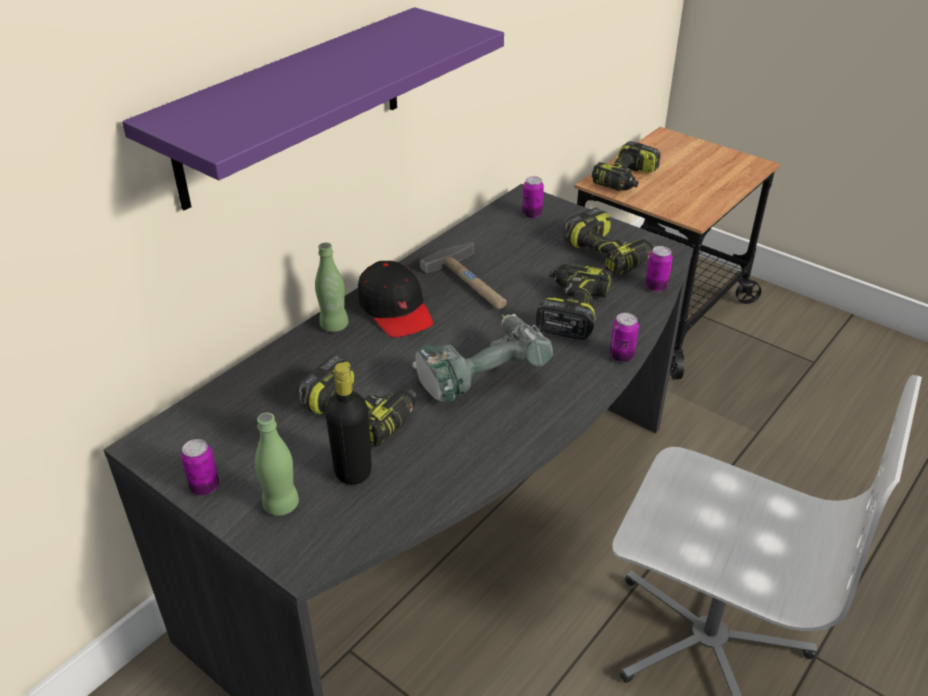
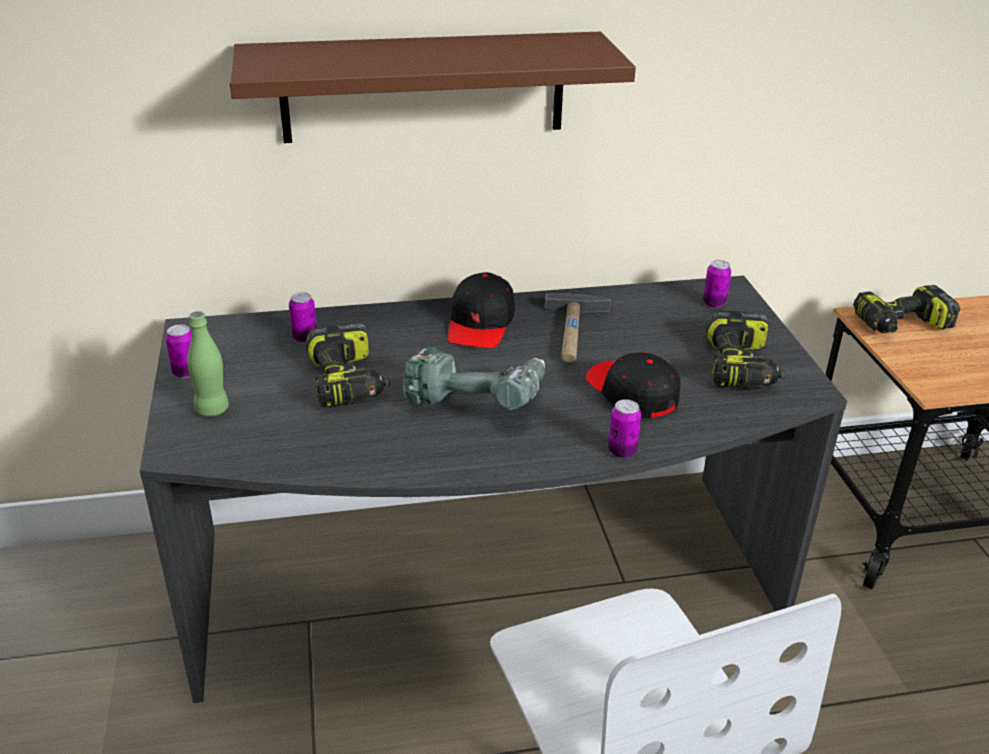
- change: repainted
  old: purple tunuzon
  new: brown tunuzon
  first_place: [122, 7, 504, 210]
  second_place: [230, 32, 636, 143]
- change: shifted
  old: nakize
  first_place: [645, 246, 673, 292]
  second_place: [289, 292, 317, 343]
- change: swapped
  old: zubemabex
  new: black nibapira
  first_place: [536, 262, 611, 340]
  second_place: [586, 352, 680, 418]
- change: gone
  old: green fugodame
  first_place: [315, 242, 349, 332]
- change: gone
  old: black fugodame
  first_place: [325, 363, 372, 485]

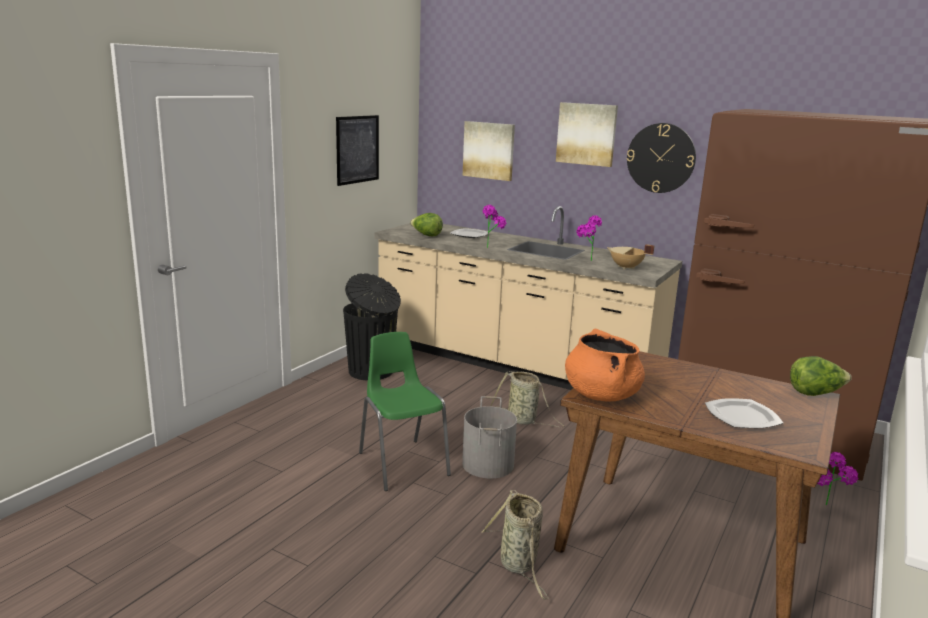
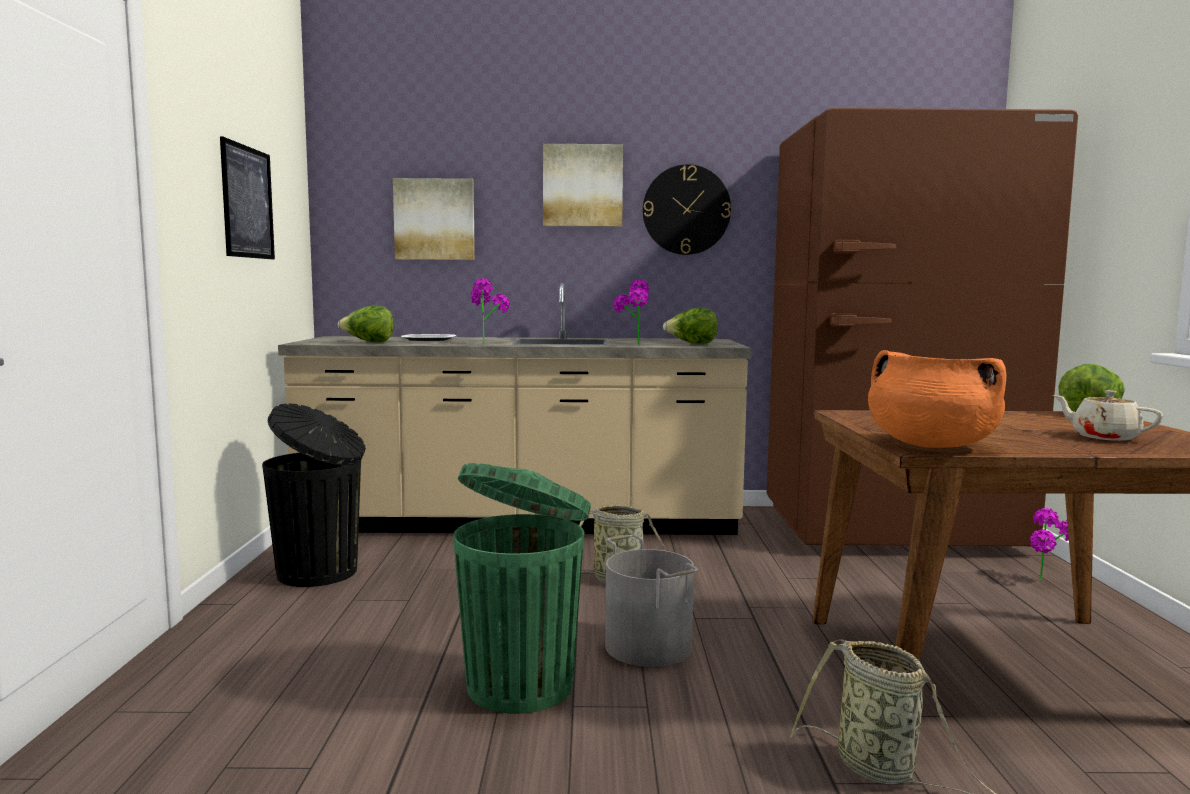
- change: swapped
  old: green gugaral
  new: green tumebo
  first_place: [359, 332, 451, 491]
  second_place: [453, 463, 591, 714]
- change: swapped
  old: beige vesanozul
  new: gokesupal
  first_place: [607, 244, 654, 270]
  second_place: [663, 308, 718, 345]
- change: swapped
  old: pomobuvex
  new: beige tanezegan
  first_place: [705, 398, 783, 428]
  second_place: [1053, 390, 1163, 441]

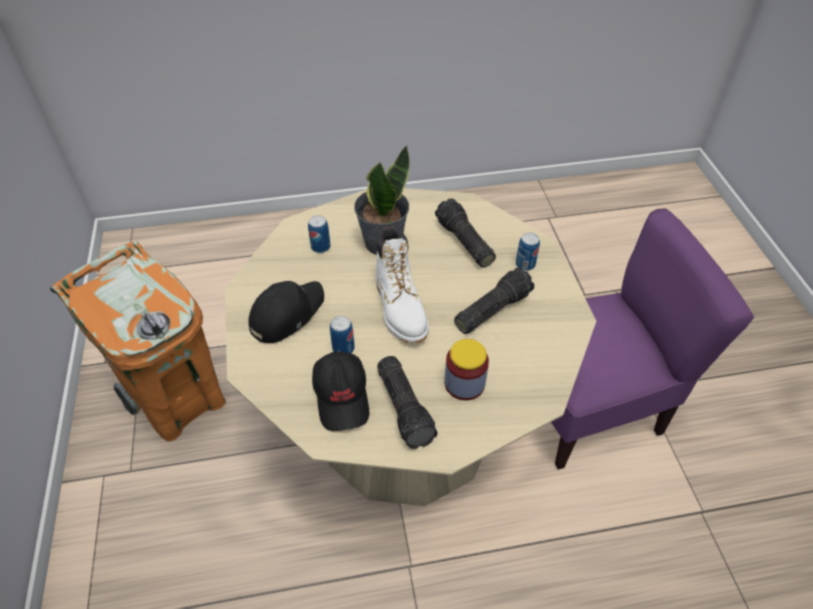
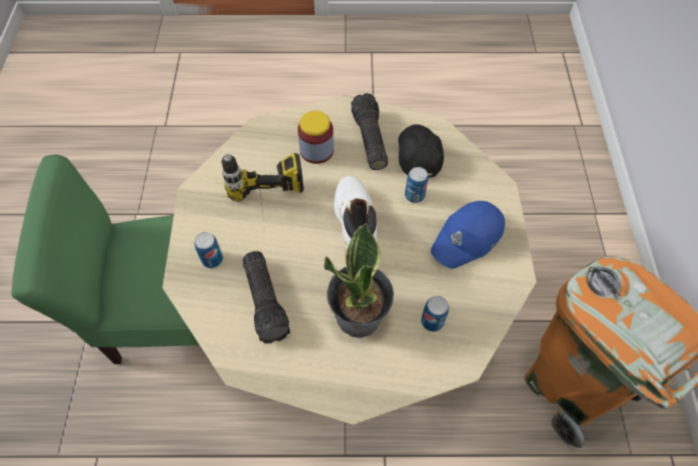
- change: repainted
  old: purple gugaral
  new: green gugaral
  first_place: [551, 209, 754, 469]
  second_place: [11, 155, 199, 364]
- change: swapped
  old: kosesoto
  new: zubemabex
  first_place: [454, 268, 534, 334]
  second_place: [221, 153, 304, 237]
- change: repainted
  old: black nibapira
  new: blue nibapira
  first_place: [248, 281, 324, 343]
  second_place: [431, 201, 505, 269]

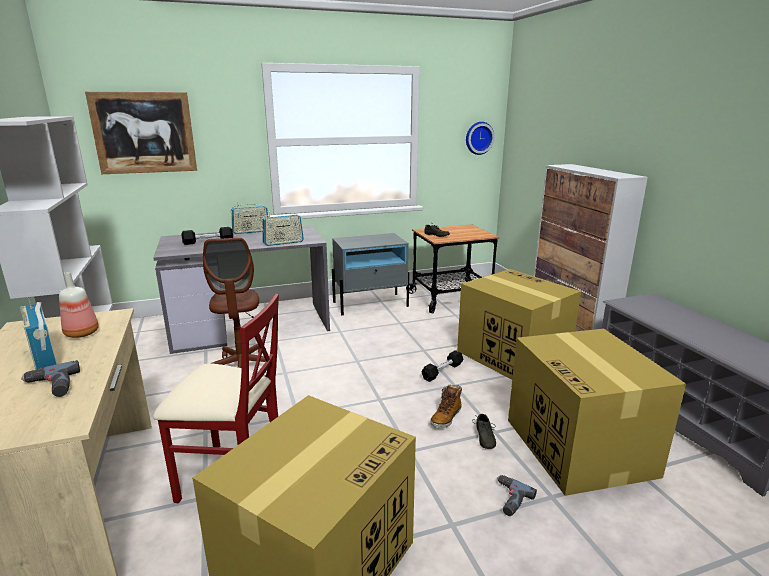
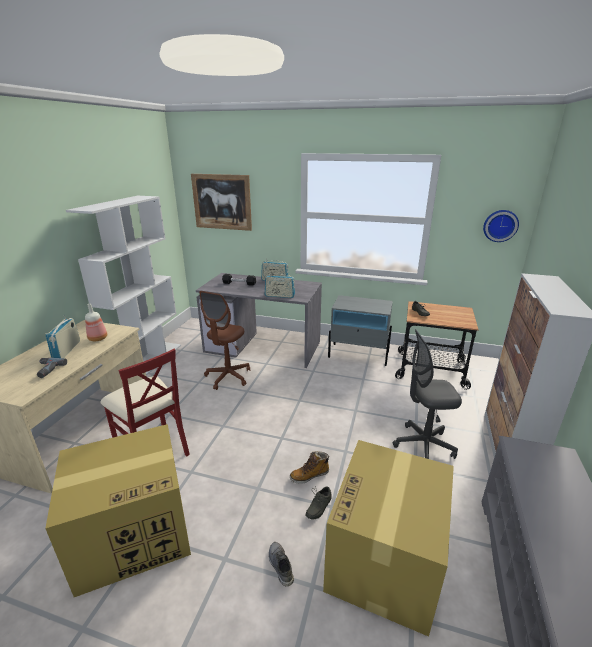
- change: swapped
  old: zubemabex
  new: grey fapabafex
  first_place: [497, 475, 537, 516]
  second_place: [269, 542, 294, 586]
- change: swapped
  old: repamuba
  new: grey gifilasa
  first_place: [457, 269, 581, 380]
  second_place: [393, 329, 462, 459]
- change: gone
  old: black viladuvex
  first_place: [421, 350, 463, 382]

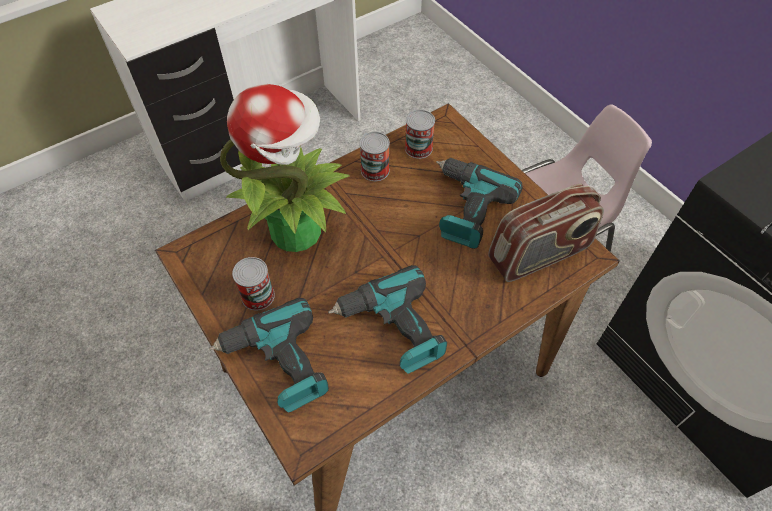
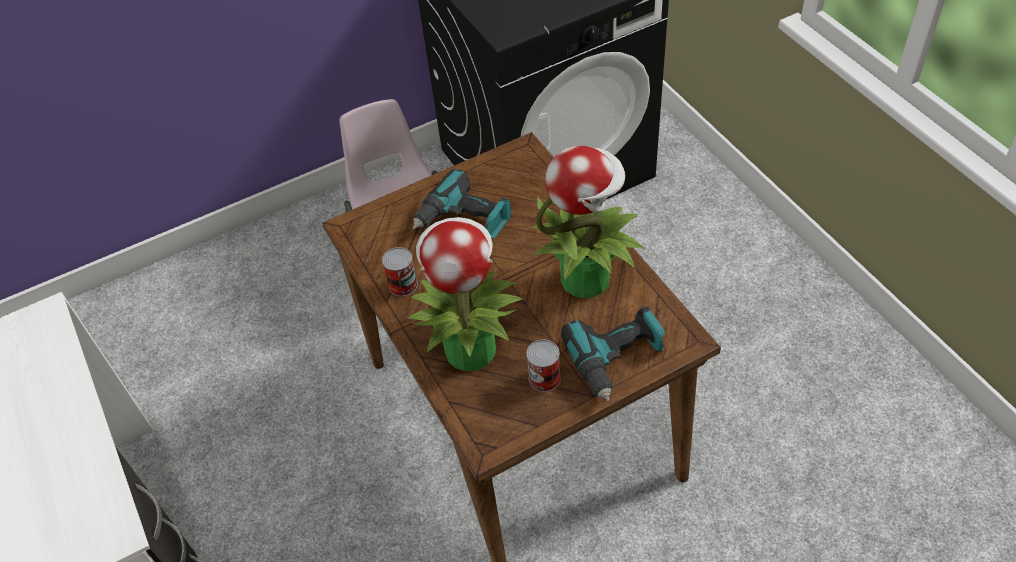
- change: swapped
  old: zubemabex
  new: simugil
  first_place: [328, 265, 447, 374]
  second_place: [532, 146, 644, 298]
- change: gone
  old: nakize
  first_place: [405, 110, 435, 159]
- change: gone
  old: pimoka
  first_place: [488, 184, 604, 282]

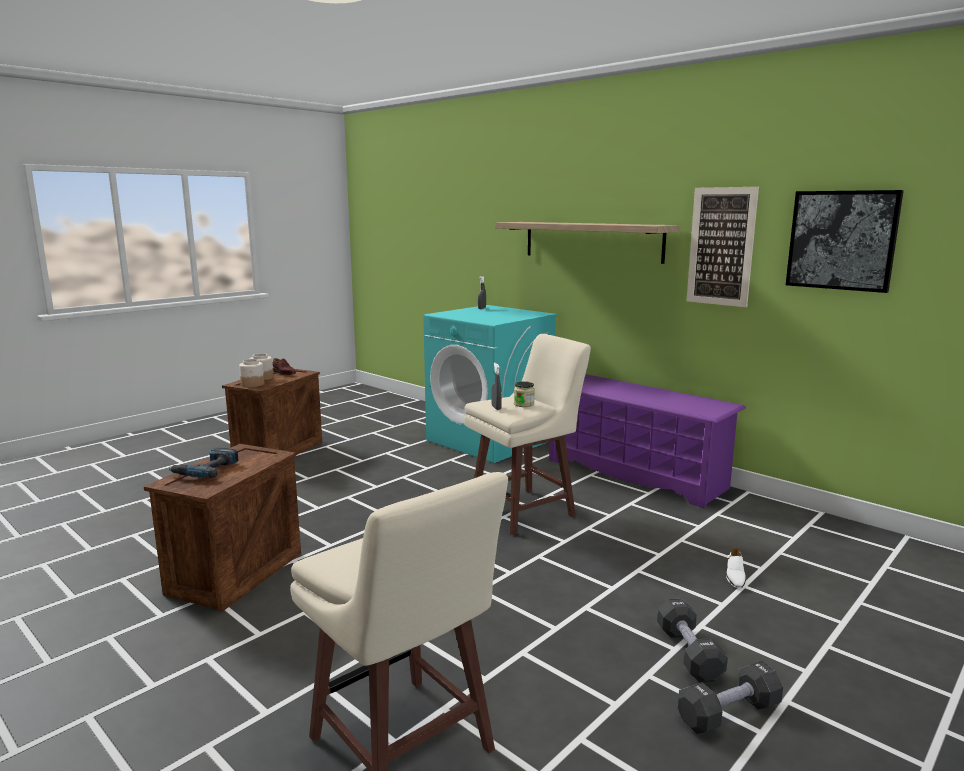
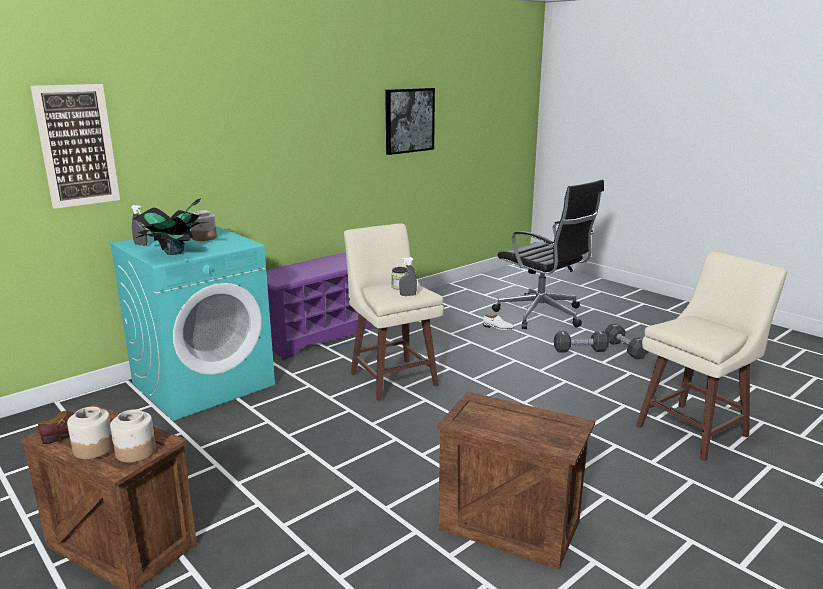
- change: shifted
  old: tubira
  first_place: [687, 187, 759, 307]
  second_place: [30, 84, 120, 209]
- change: new
  new: simugil
  second_place: [133, 198, 208, 255]
- change: new
  new: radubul
  second_place: [191, 210, 217, 241]
- change: new
  new: black gifilasa
  second_place: [492, 179, 604, 329]
- change: gone
  old: zubemabex
  first_place: [168, 447, 239, 478]
- change: gone
  old: tunuzon
  first_place: [495, 222, 680, 264]

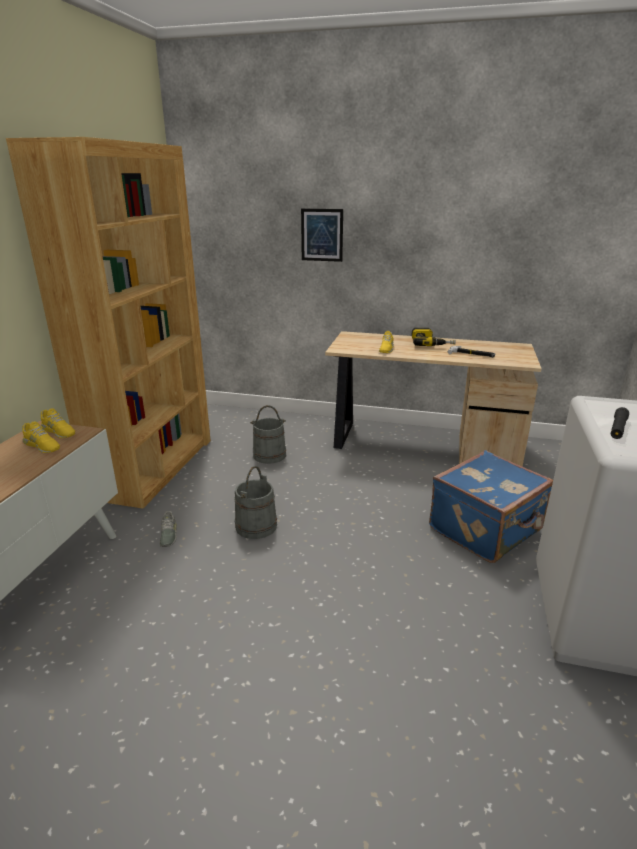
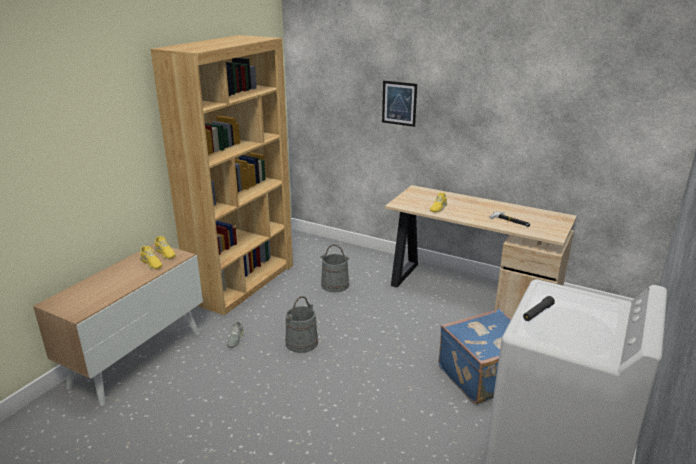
- change: gone
  old: zubemabex
  first_place: [411, 328, 456, 346]

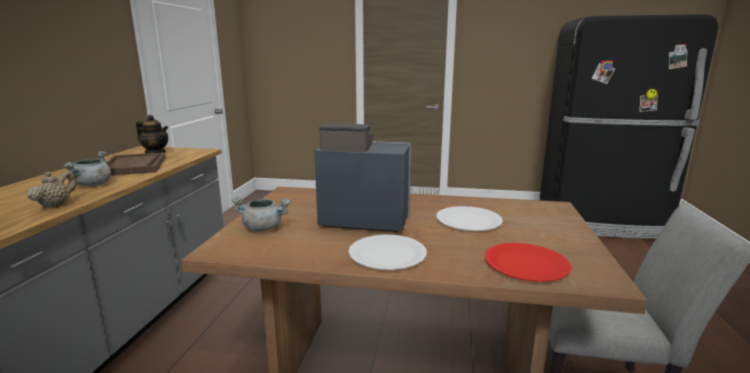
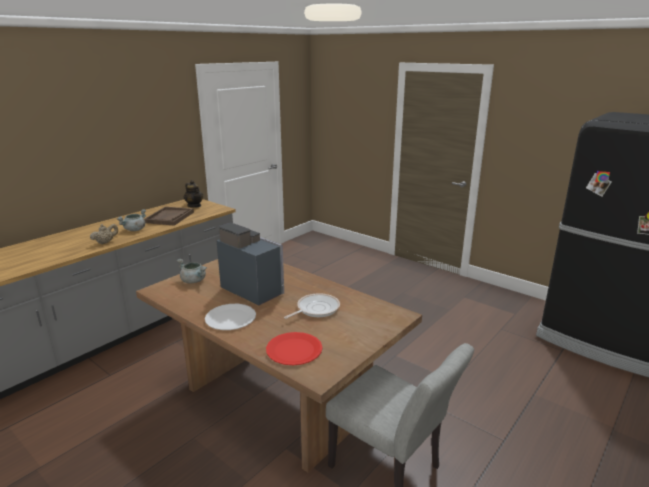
- change: swapped
  old: white pomobuvex
  new: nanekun
  first_place: [437, 206, 503, 231]
  second_place: [284, 293, 340, 319]

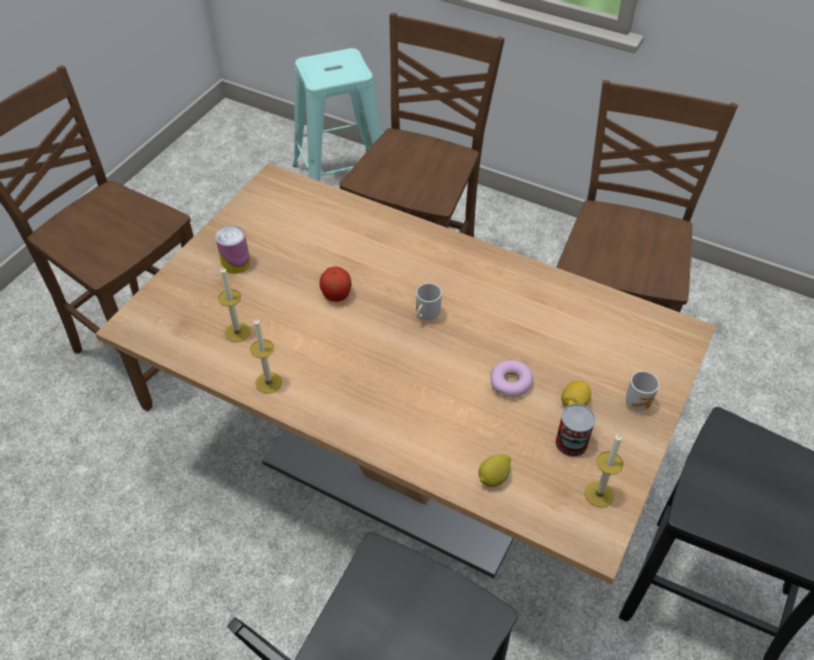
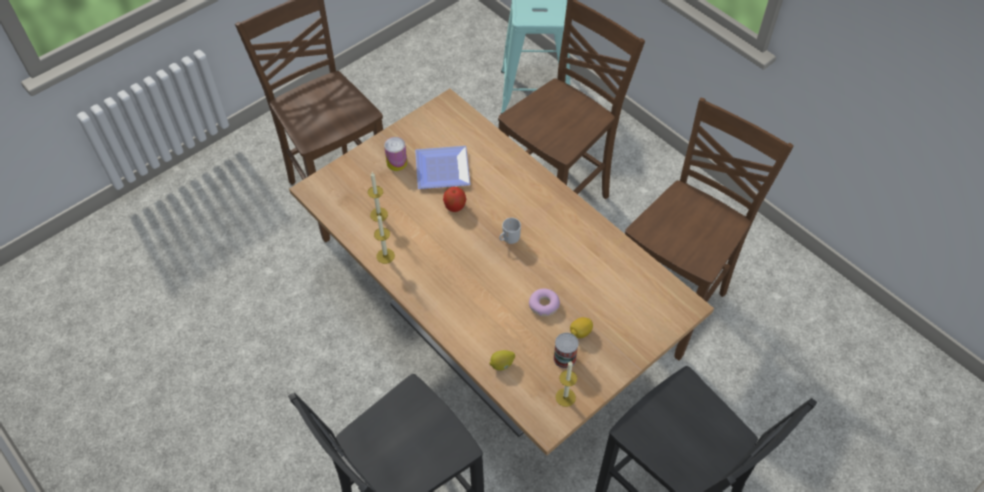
- change: new
  new: pomobuvex
  second_place: [415, 146, 470, 189]
- change: gone
  old: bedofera
  first_place: [626, 371, 659, 411]

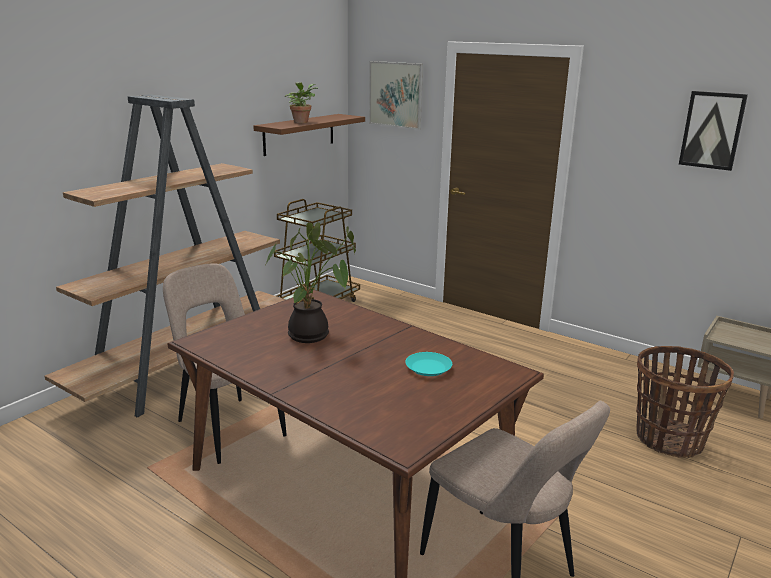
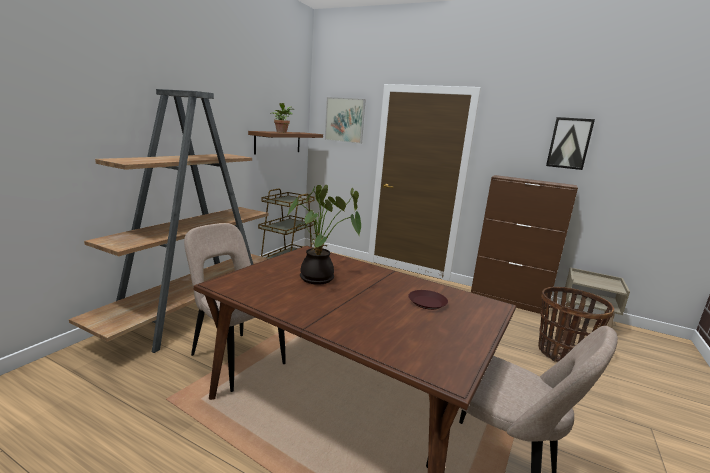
- change: repainted
  old: turquoise pomobuvex
  new: brown pomobuvex
  first_place: [405, 352, 452, 376]
  second_place: [408, 290, 448, 310]
- change: new
  new: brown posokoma
  second_place: [471, 175, 578, 315]

